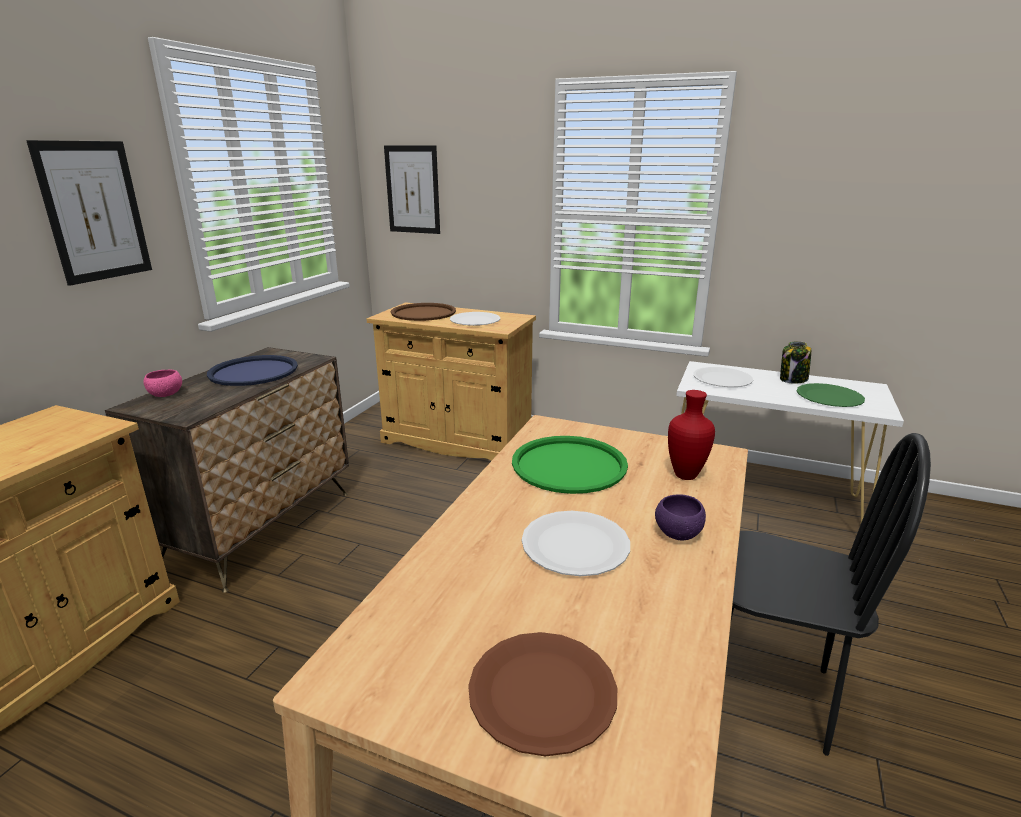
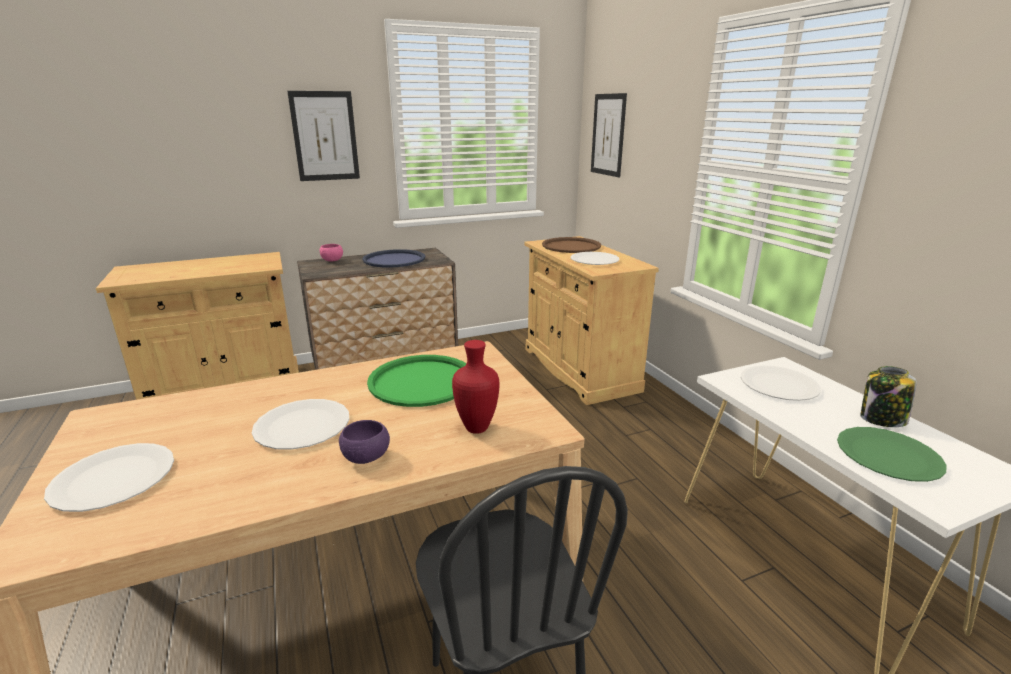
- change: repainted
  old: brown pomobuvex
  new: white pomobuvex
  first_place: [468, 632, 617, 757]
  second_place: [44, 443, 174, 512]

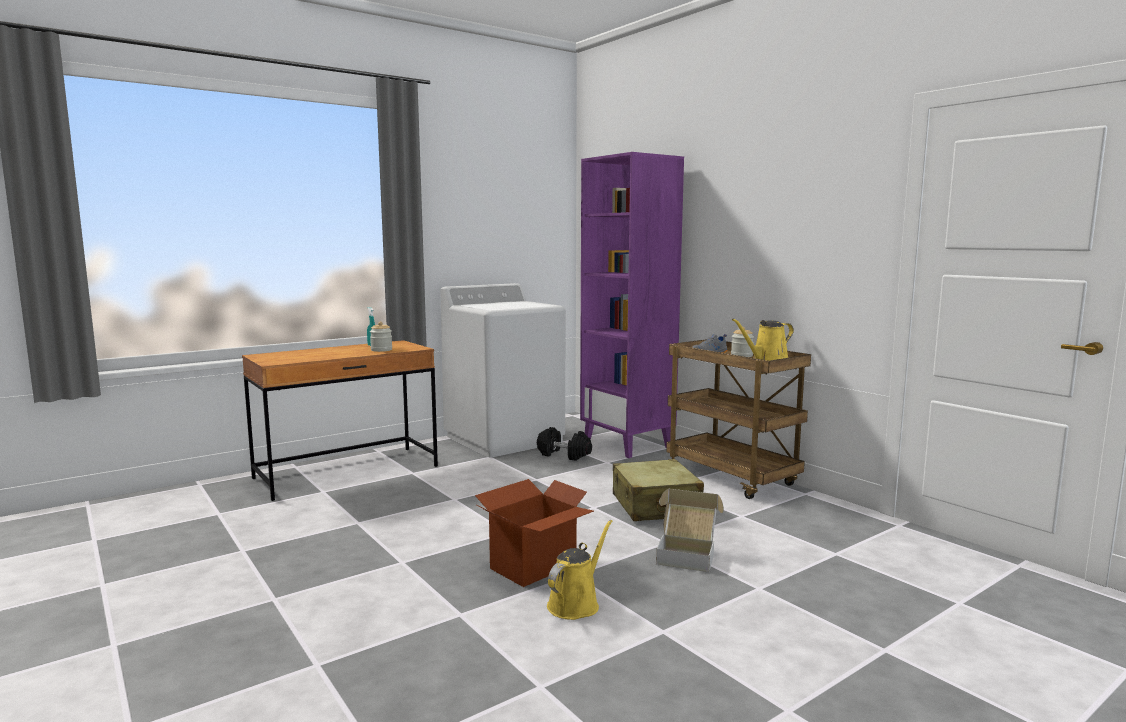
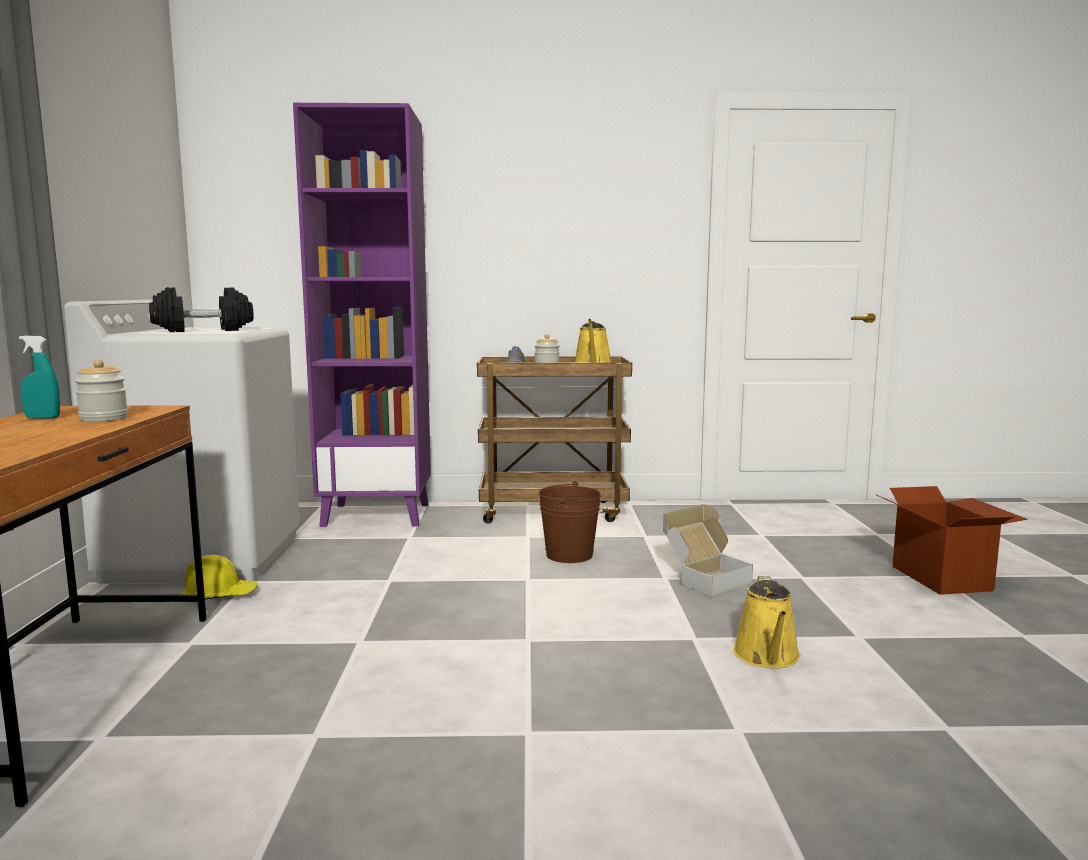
- change: shifted
  old: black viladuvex
  first_place: [537, 427, 592, 461]
  second_place: [149, 287, 254, 332]
- change: new
  new: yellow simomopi
  second_place: [182, 555, 258, 600]
- change: swapped
  old: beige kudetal
  new: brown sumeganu
  first_place: [613, 459, 704, 521]
  second_place: [538, 481, 601, 563]
- change: rotated
  old: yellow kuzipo
  first_place: [547, 520, 612, 620]
  second_place: [733, 576, 800, 668]
  degrees: -150
- change: shifted
  old: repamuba
  first_place: [475, 479, 594, 587]
  second_place: [877, 486, 1028, 595]

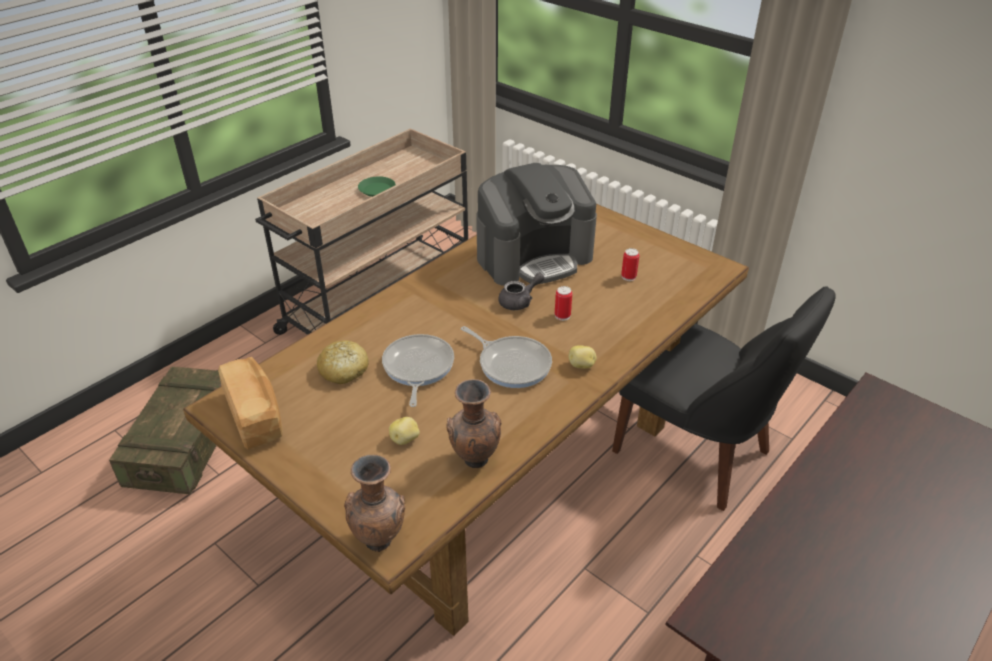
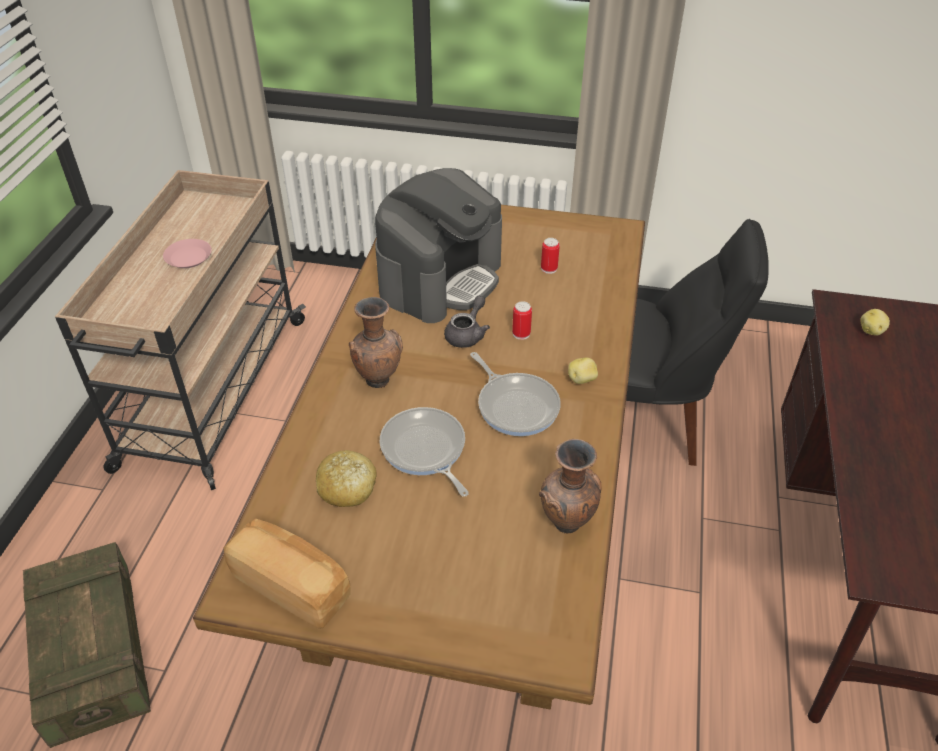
- change: repainted
  old: green pomobuvex
  new: pink pomobuvex
  first_place: [358, 176, 396, 197]
  second_place: [163, 239, 212, 268]
- change: shifted
  old: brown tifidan
  first_place: [344, 455, 405, 552]
  second_place: [349, 297, 403, 388]
- change: rotated
  old: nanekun
  first_place: [461, 326, 552, 388]
  second_place: [470, 352, 561, 436]
  degrees: 45
- change: shifted
  old: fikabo
  first_place: [389, 417, 420, 445]
  second_place: [860, 309, 890, 336]

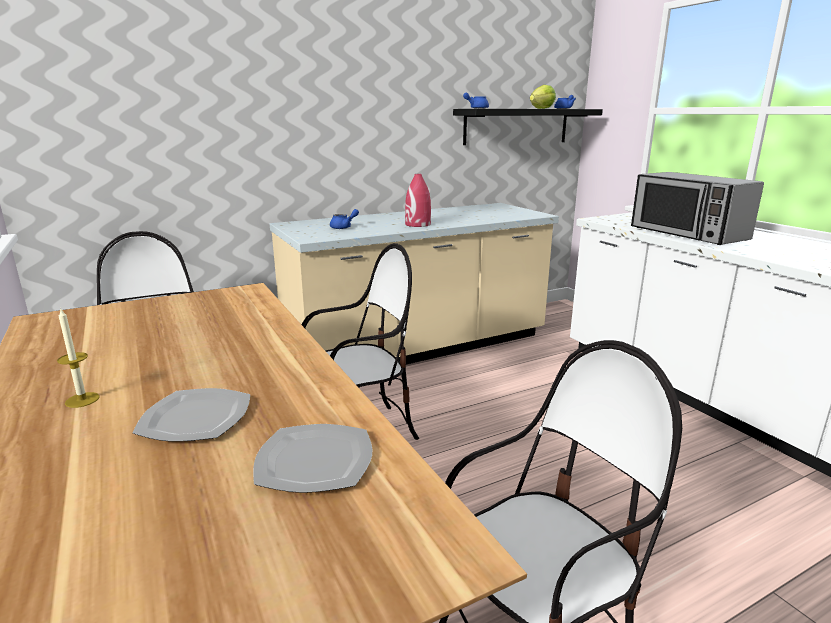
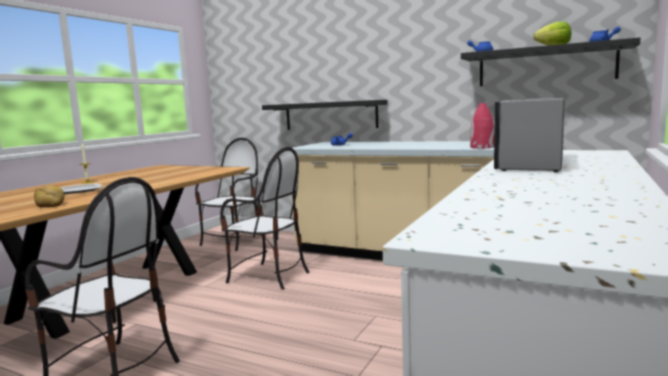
- change: swapped
  old: pomobuvex
  new: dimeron
  first_place: [253, 424, 372, 493]
  second_place: [34, 186, 65, 207]
- change: new
  new: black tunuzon
  second_place: [262, 100, 387, 130]
- change: shifted
  old: red tifidan
  first_place: [405, 174, 431, 227]
  second_place: [470, 103, 494, 149]

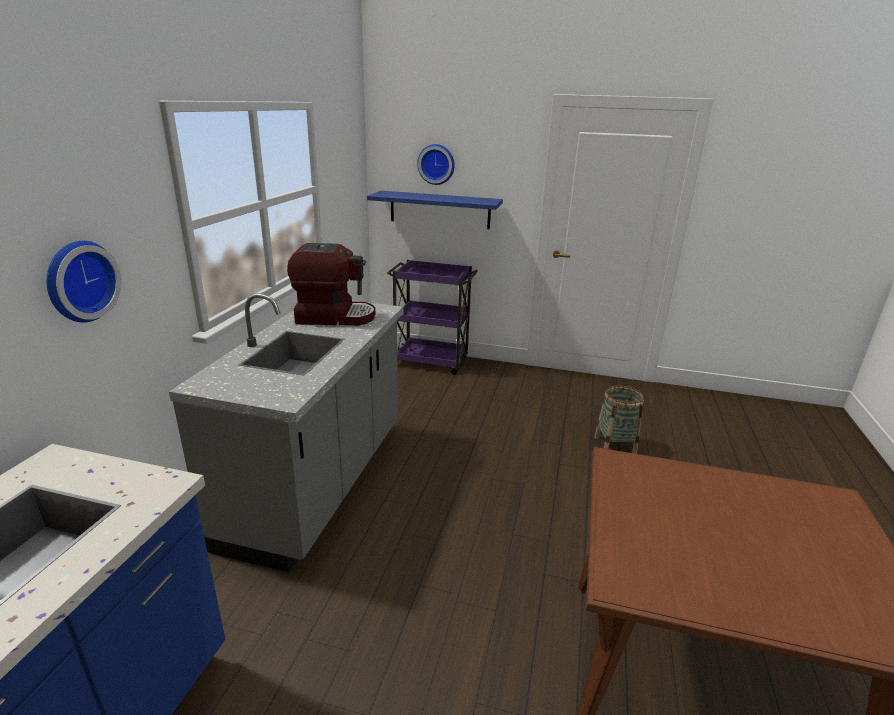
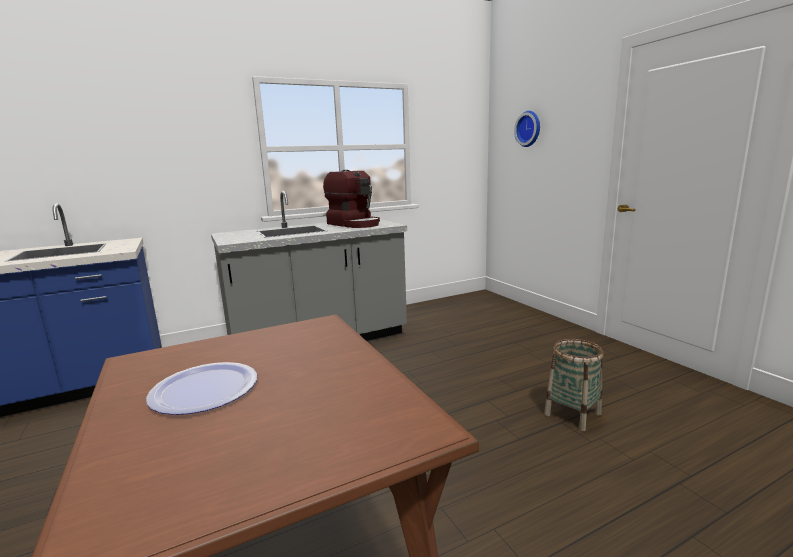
- change: new
  new: pomobuvex
  second_place: [146, 362, 257, 415]
- change: gone
  old: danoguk
  first_place: [47, 241, 122, 322]
- change: gone
  old: blue tunuzon
  first_place: [367, 191, 503, 229]
- change: gone
  old: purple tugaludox
  first_place: [387, 260, 478, 375]

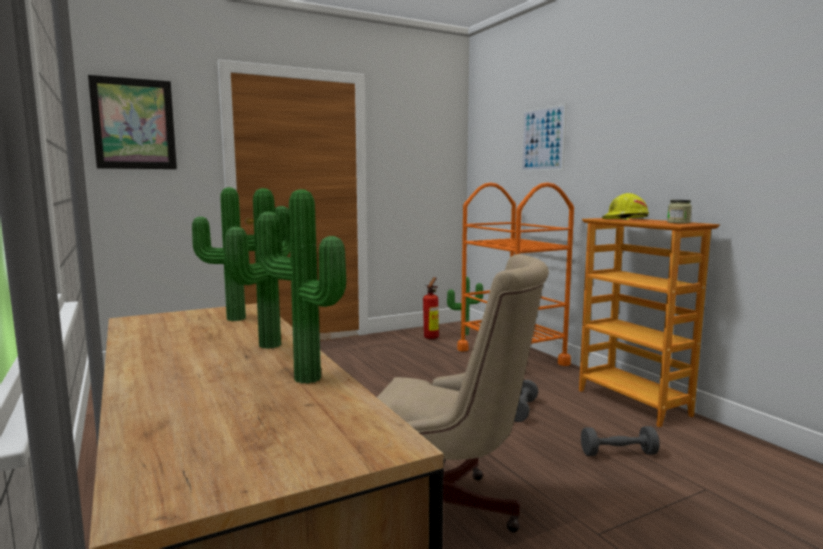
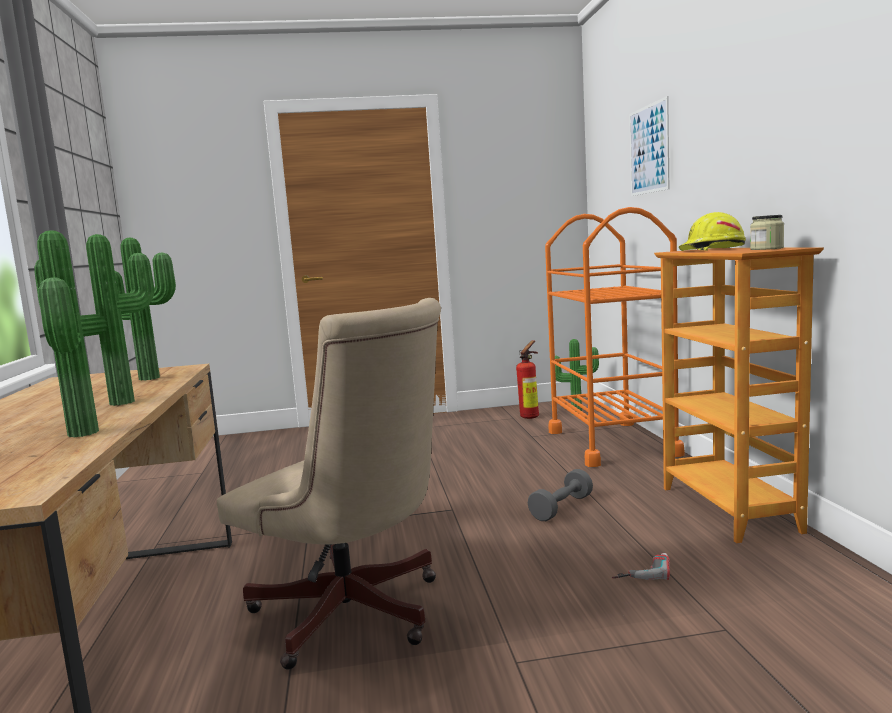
- change: swapped
  old: grey viladuvex
  new: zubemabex
  first_place: [581, 426, 660, 456]
  second_place: [612, 553, 670, 580]
- change: gone
  old: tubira
  first_place: [88, 75, 177, 169]

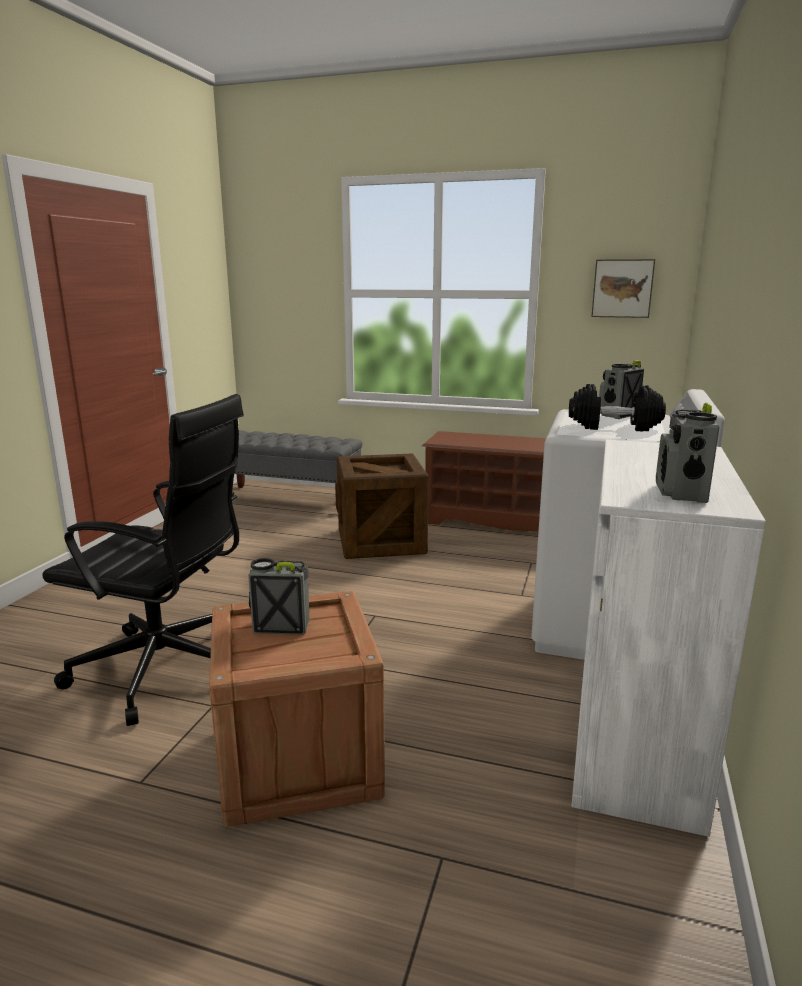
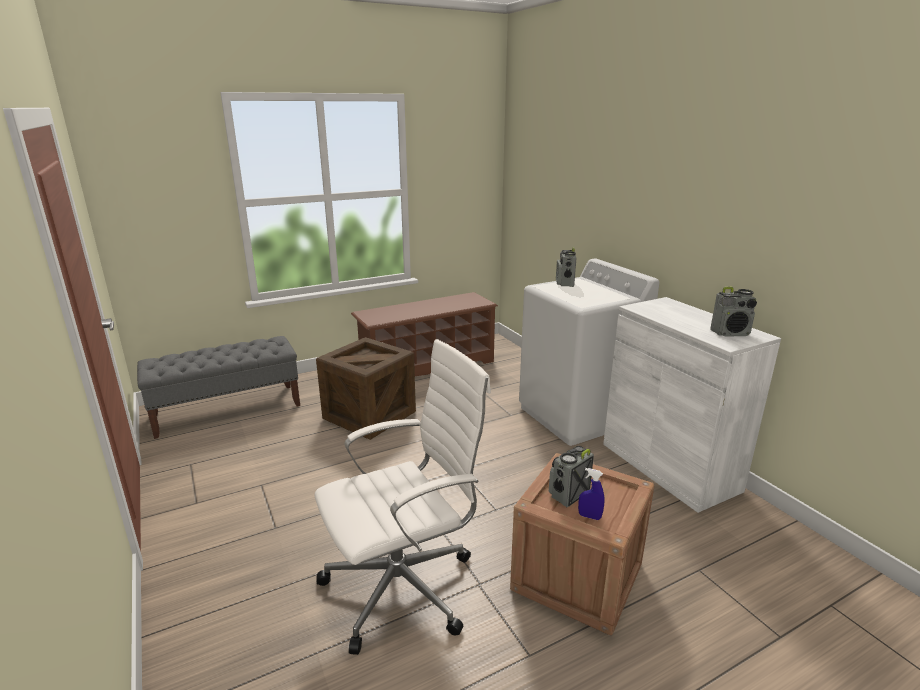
- change: repainted
  old: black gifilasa
  new: white gifilasa
  first_place: [42, 394, 244, 726]
  second_place: [315, 339, 491, 655]
- change: new
  new: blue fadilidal
  second_place: [578, 468, 605, 520]
- change: rotated
  old: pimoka
  first_place: [656, 403, 720, 503]
  second_place: [710, 287, 757, 337]
  degrees: -60
- change: gone
  old: black viladuvex
  first_place: [569, 384, 666, 431]
- change: gone
  old: tubira
  first_place: [591, 259, 655, 318]

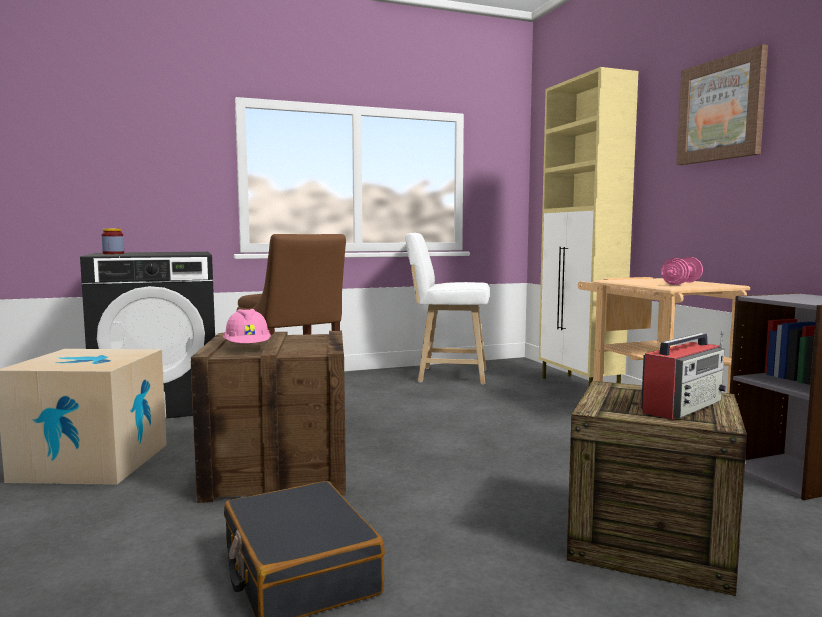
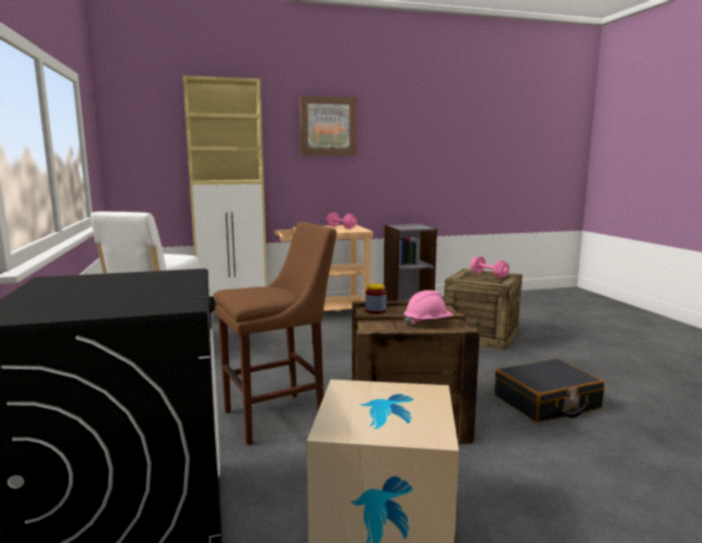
- change: shifted
  old: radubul
  first_place: [102, 229, 124, 254]
  second_place: [366, 284, 387, 314]
- change: swapped
  old: pimoka
  new: pink viladuvex
  first_place: [641, 330, 727, 420]
  second_place: [470, 256, 509, 278]

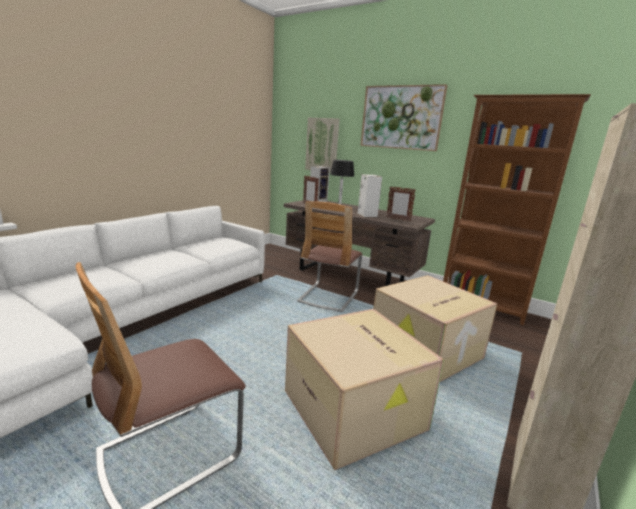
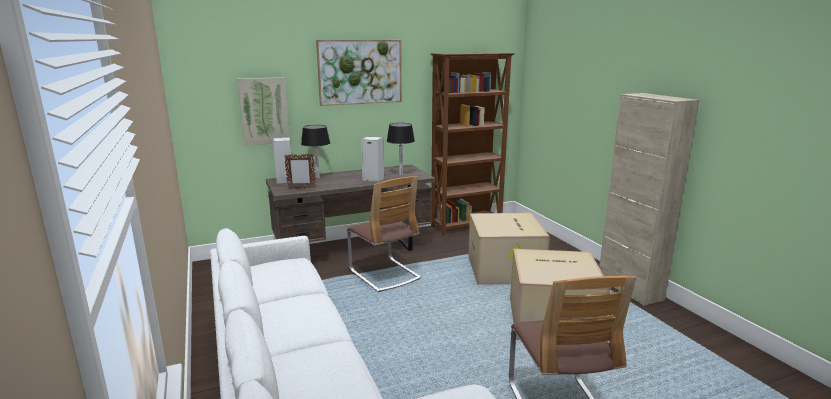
- change: swapped
  old: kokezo
  new: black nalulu
  first_place: [387, 186, 416, 221]
  second_place: [387, 123, 415, 175]

